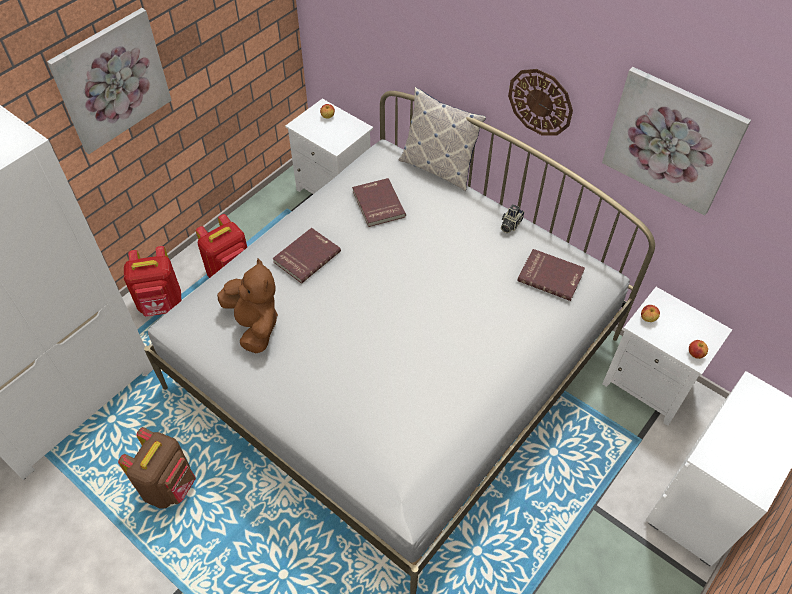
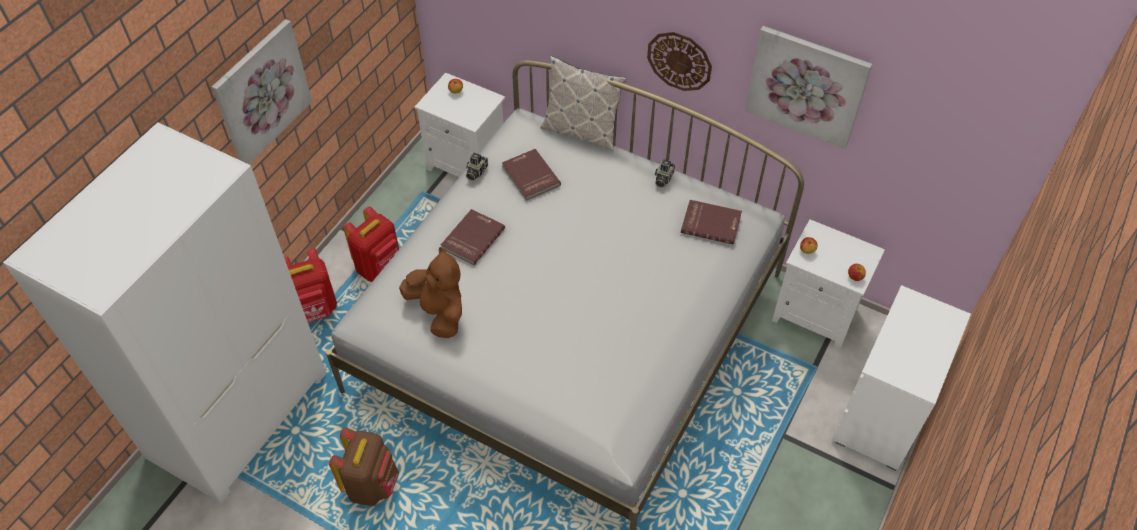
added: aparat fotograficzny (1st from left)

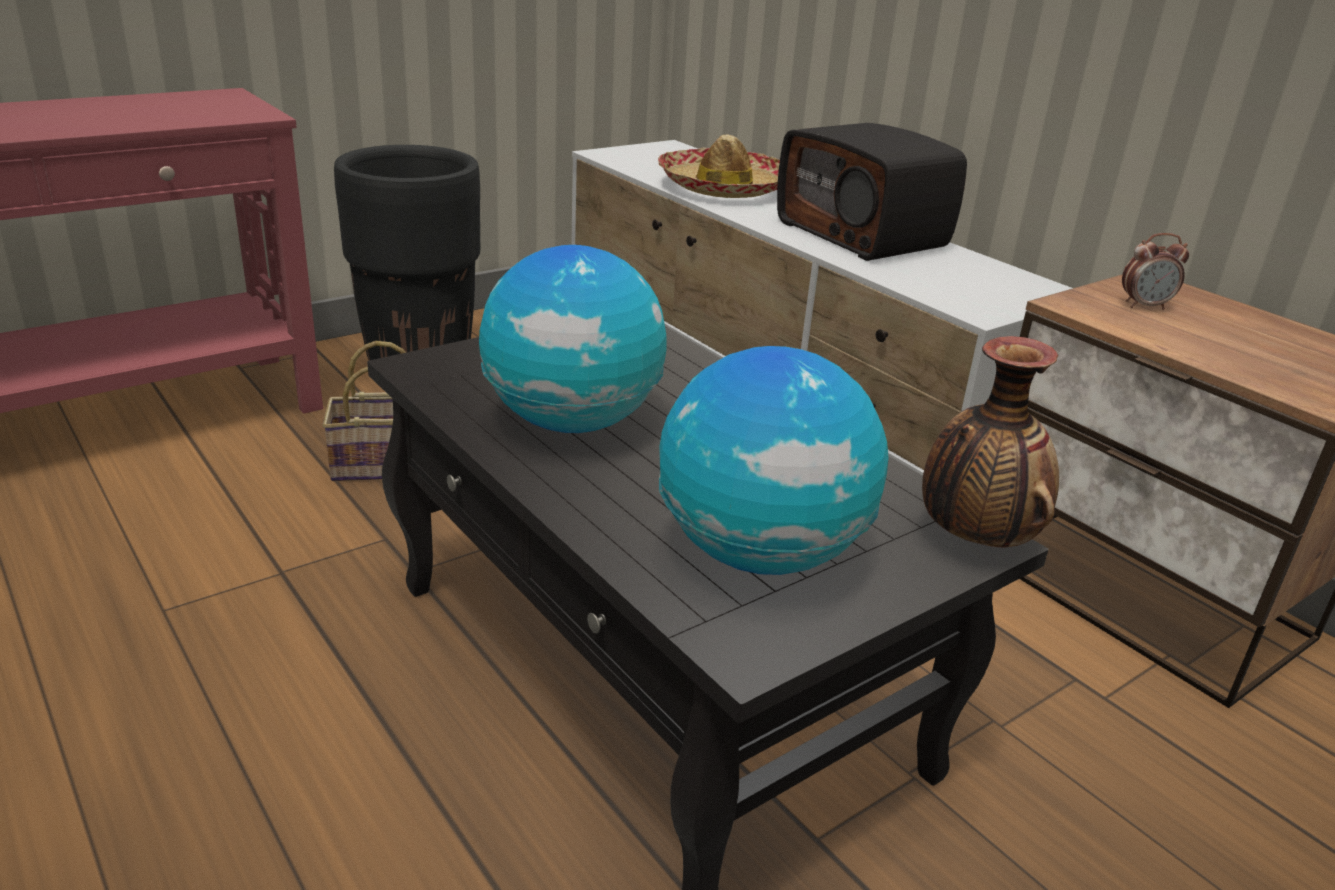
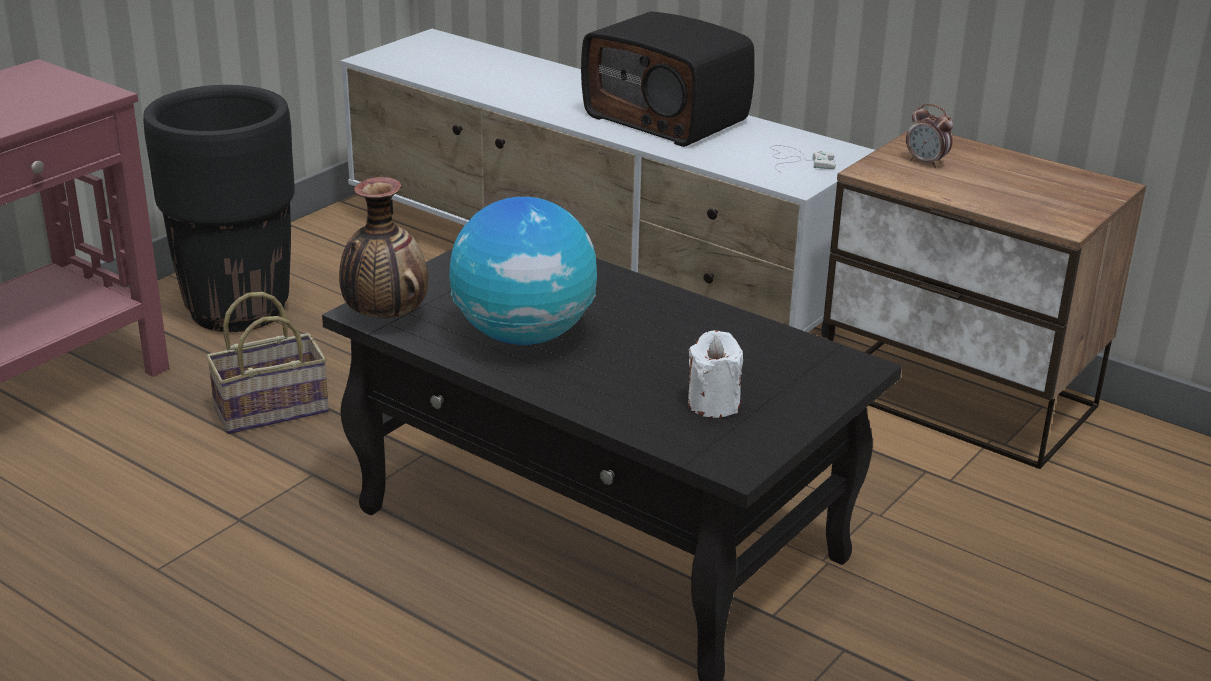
removed: kapelusz
added: pad do gier/biały
moved: wazon
replaced: globus (2nd from left) to świeca/biały
turned: budzik 60 degrees clockwise

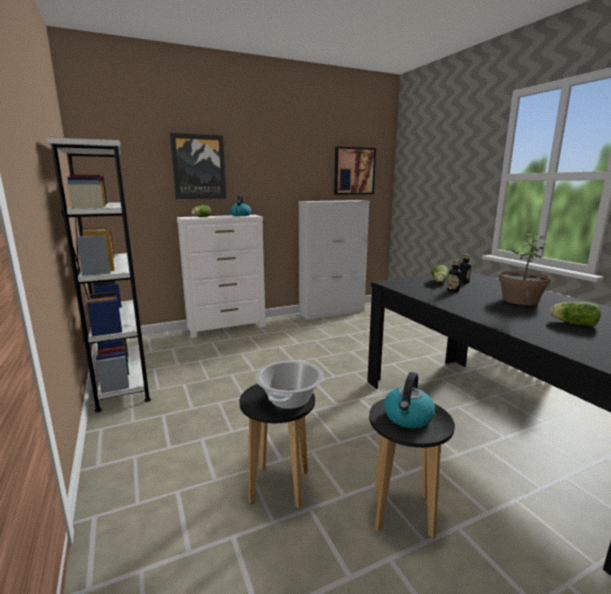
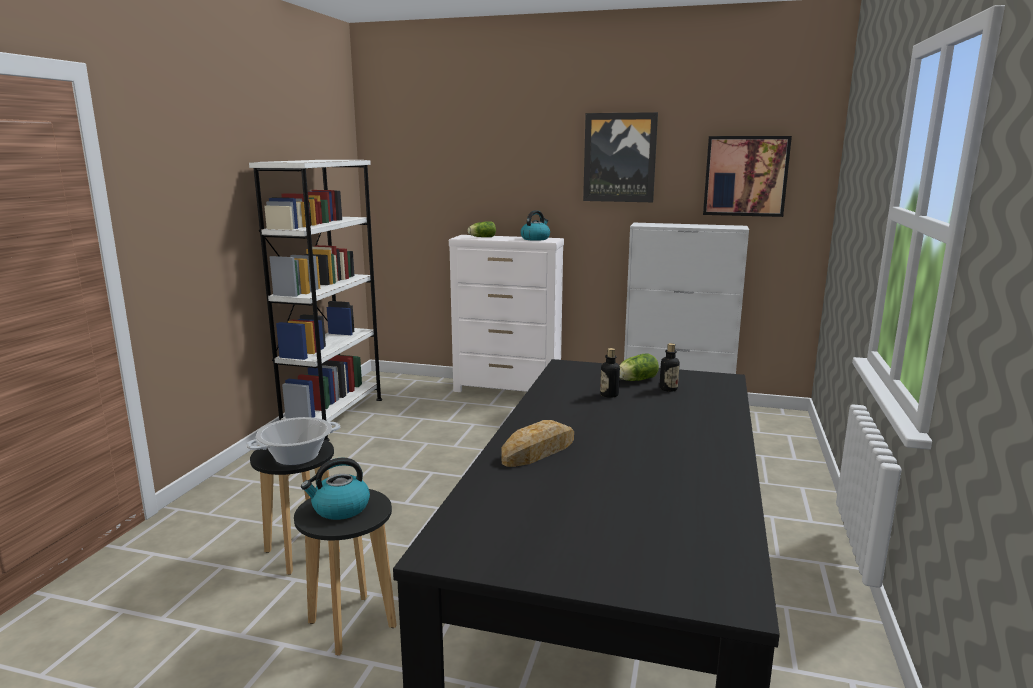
removed: roślina doniczkowa; sałata (3rd from left)
added: chleb
moved: obraz (1st from left)

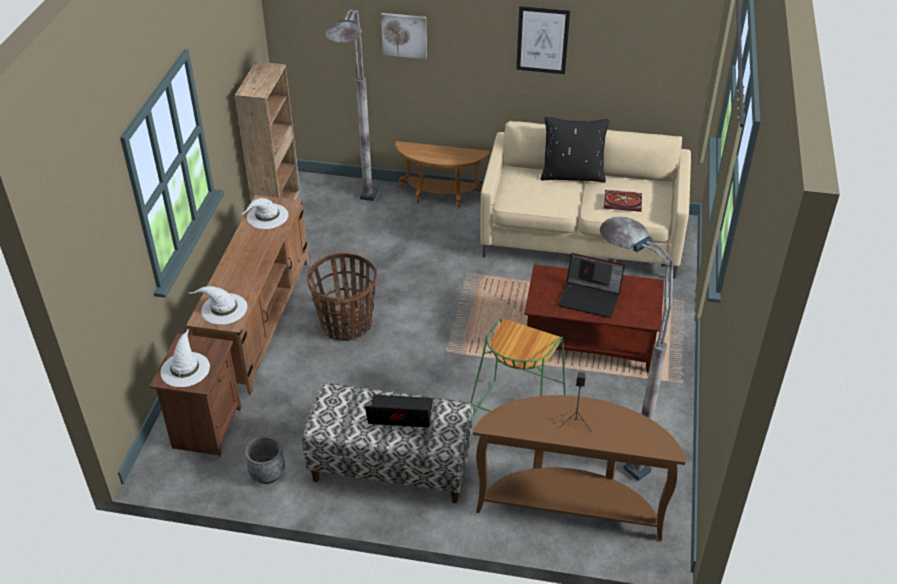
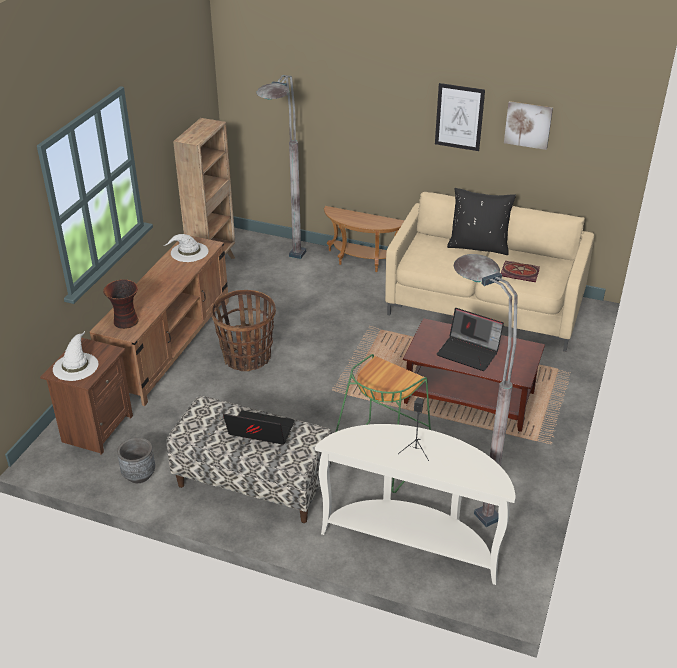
moved: obraz (1st from left in the first image) to obraz (2nd from left)
replaced: kapelusz/biały (2nd from left) to wazon
recoloured: stolik konsolowy/brązowy to stolik konsolowy/biały

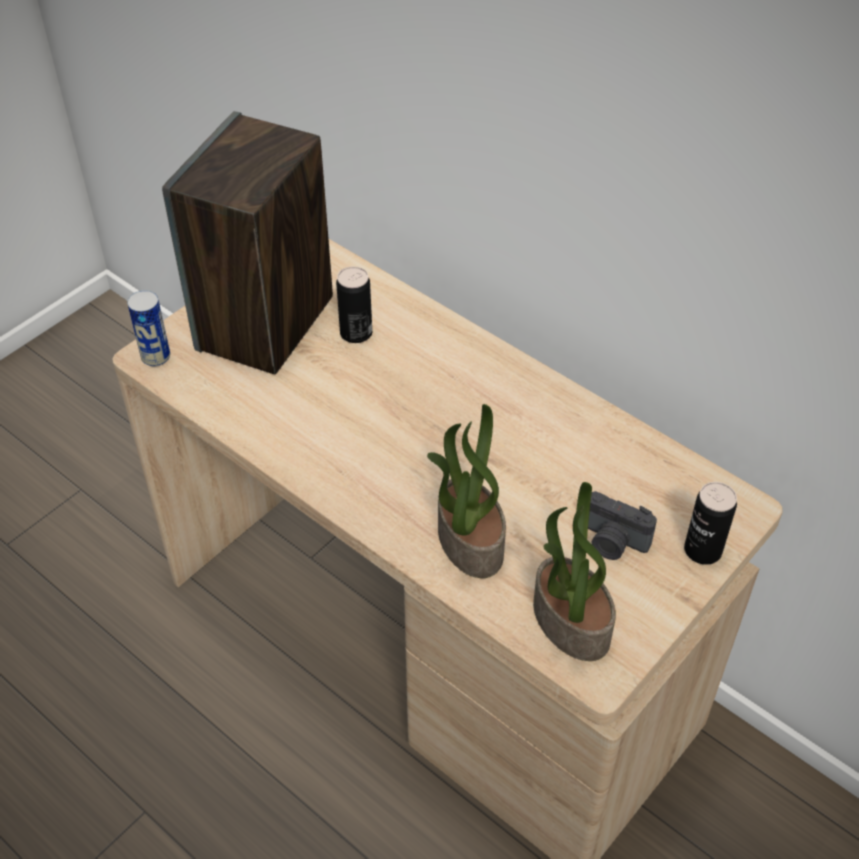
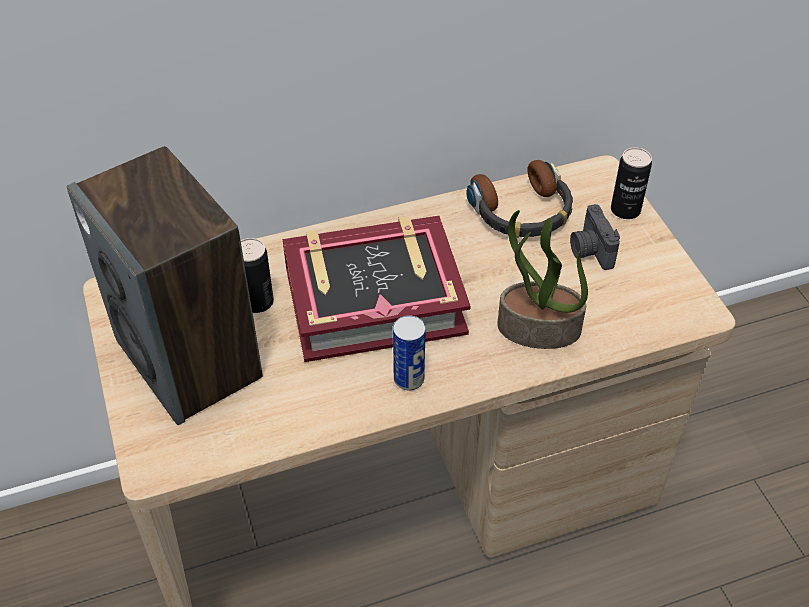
removed: roślina doniczkowa (2nd from left)
added: książka; słuchawki
moved: puszka (1st from left in the first image) to puszka (2nd from left)
turned: aparat fotograficzny 105 degrees clockwise

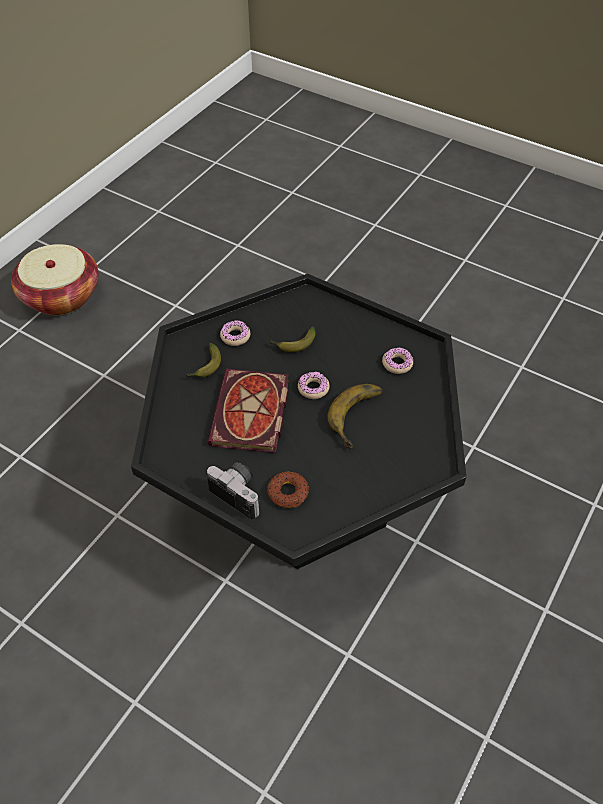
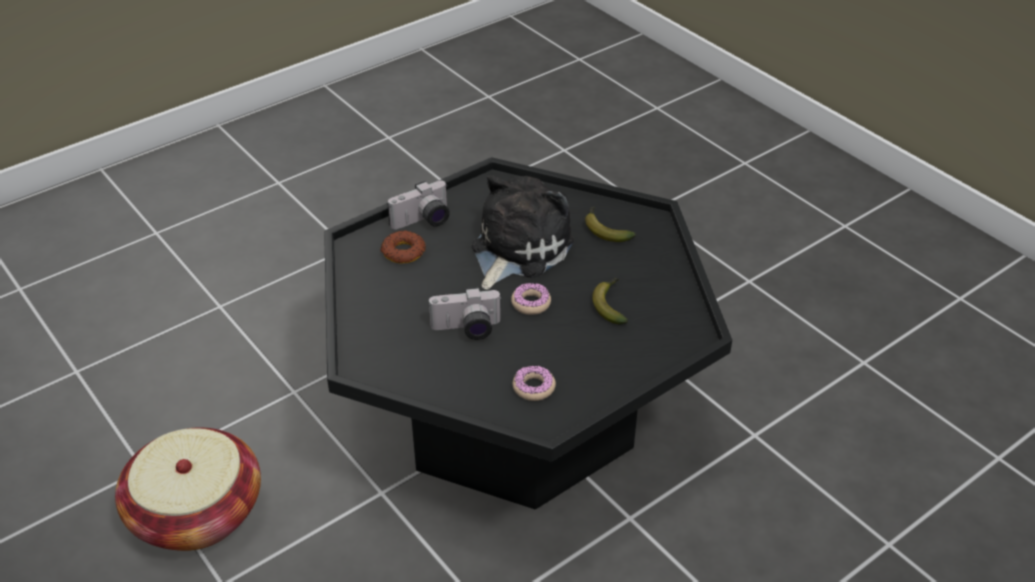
removed: donut (1st from left)
moved: koszyk
replaced: banan (3rd from left) to aparat fotograficzny (2nd from left); książka to pluszak

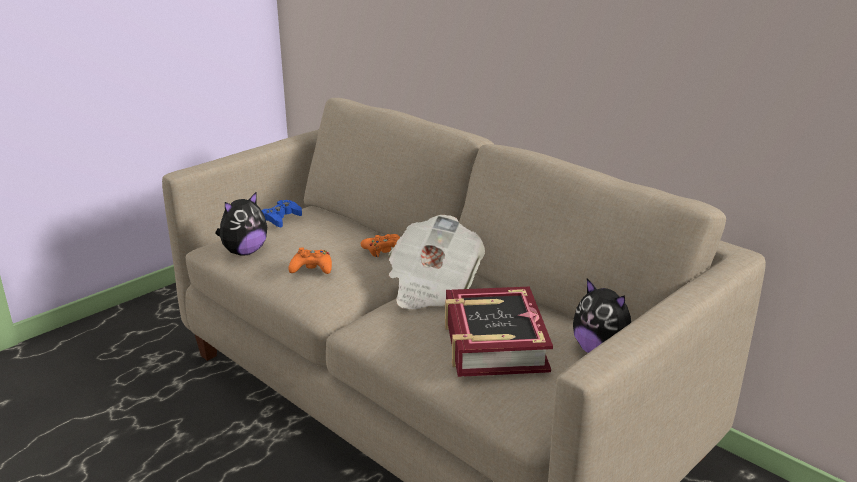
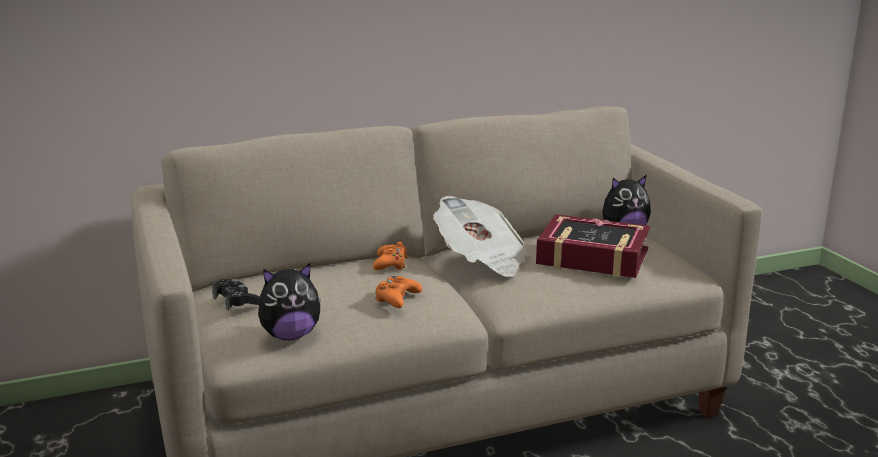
recoloured: pad do gier/niebieski to pad do gier/czarny
turned: pluszak (1st from left) 90 degrees clockwise

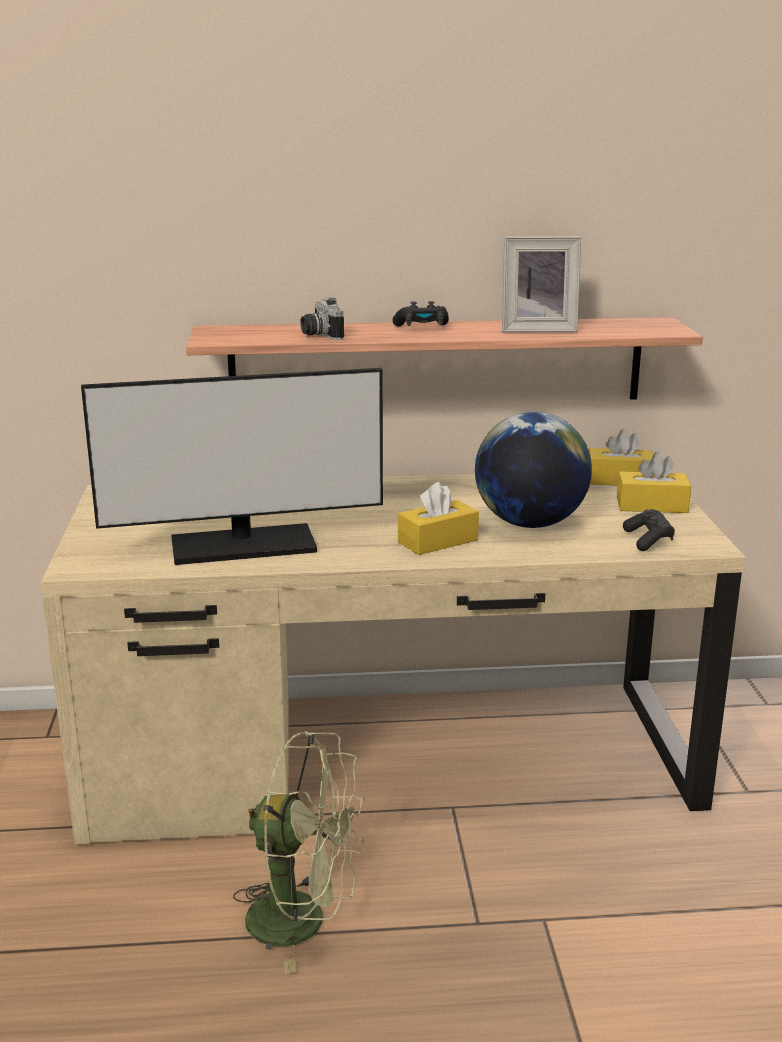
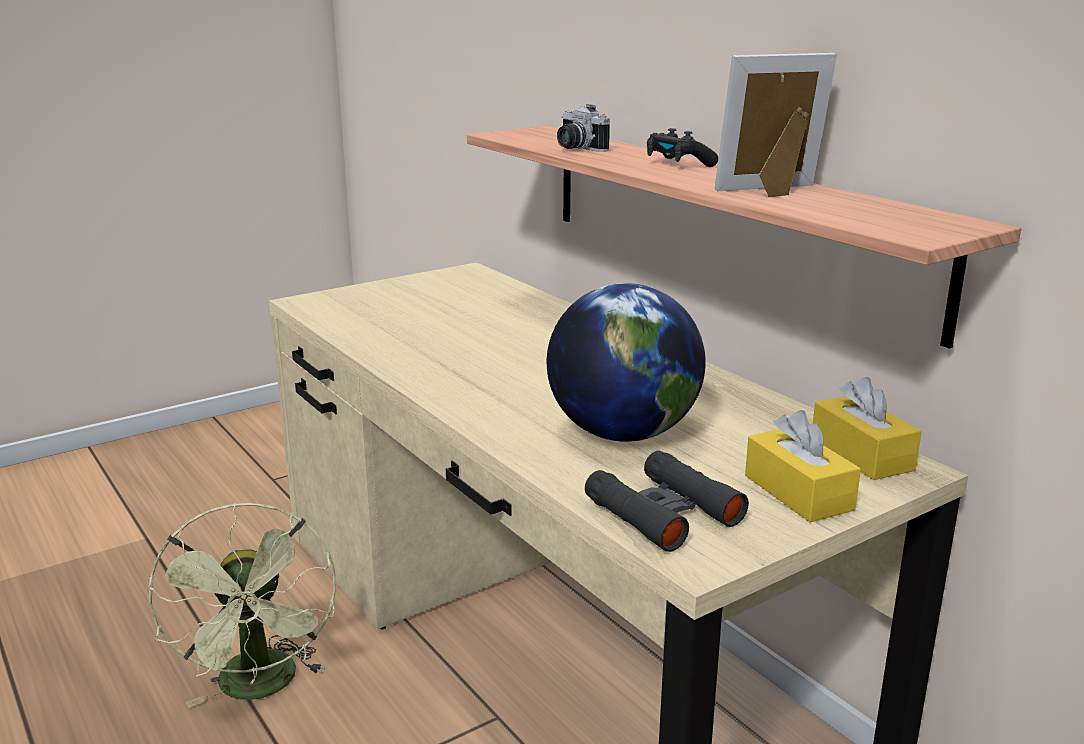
removed: monitor; pudełko chusteczek/żółty (1st from left)
replaced: pad do gier/czarny (2nd from left) to lornetka/czarny
turned: aparat fotograficzny 75 degrees counterclockwise; ramka na zdjęcie 105 degrees clockwise

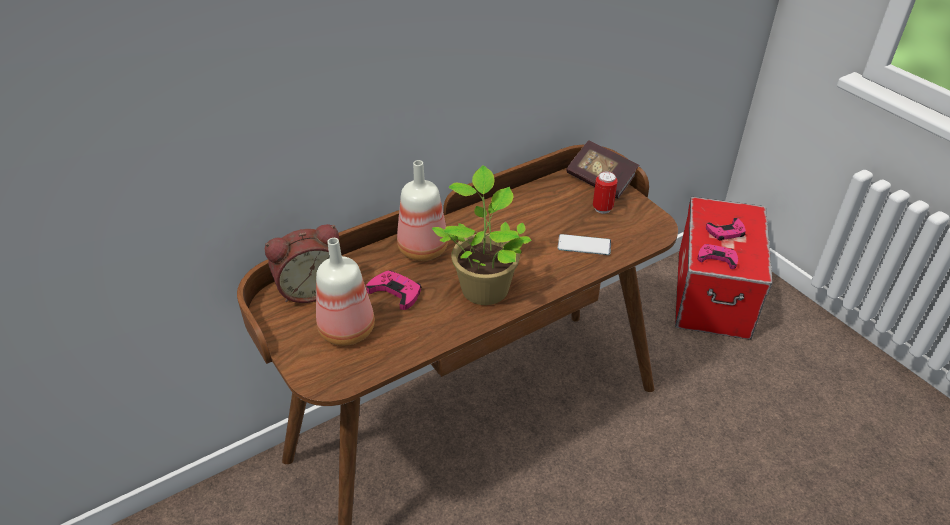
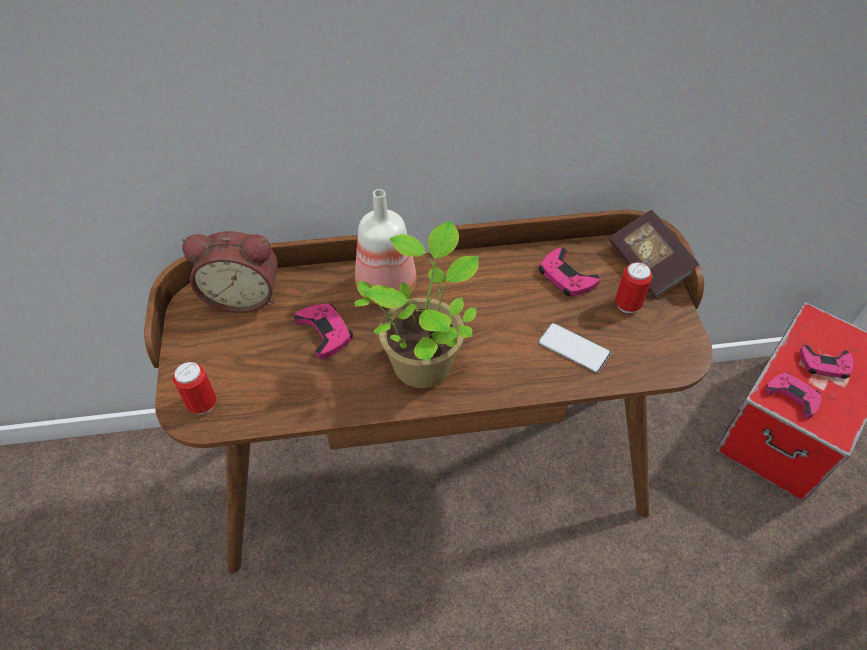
removed: butelka (1st from left)
added: puszka (1st from left); pad do gier/różowy (2nd from left)

